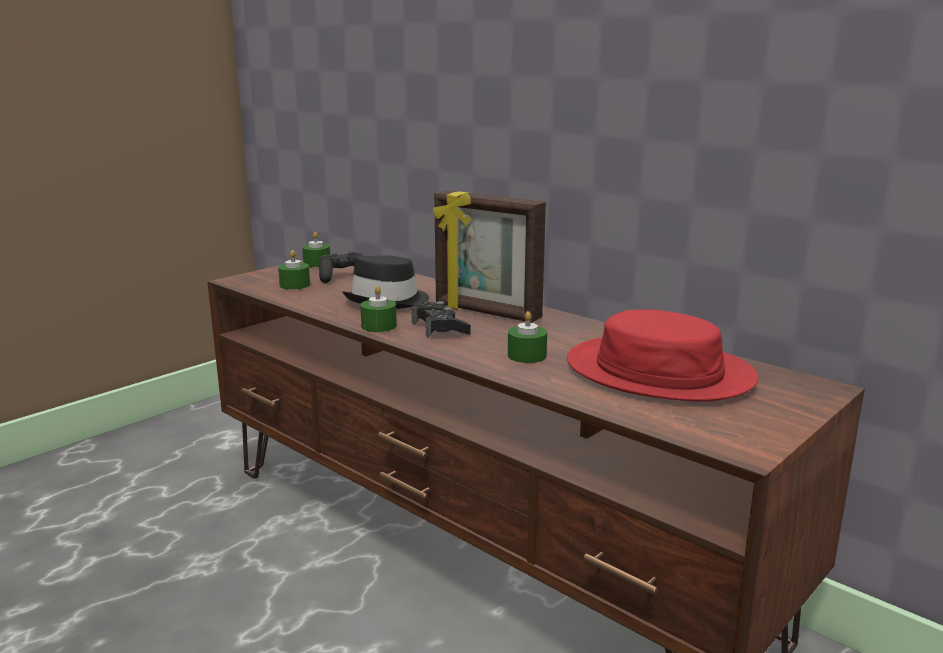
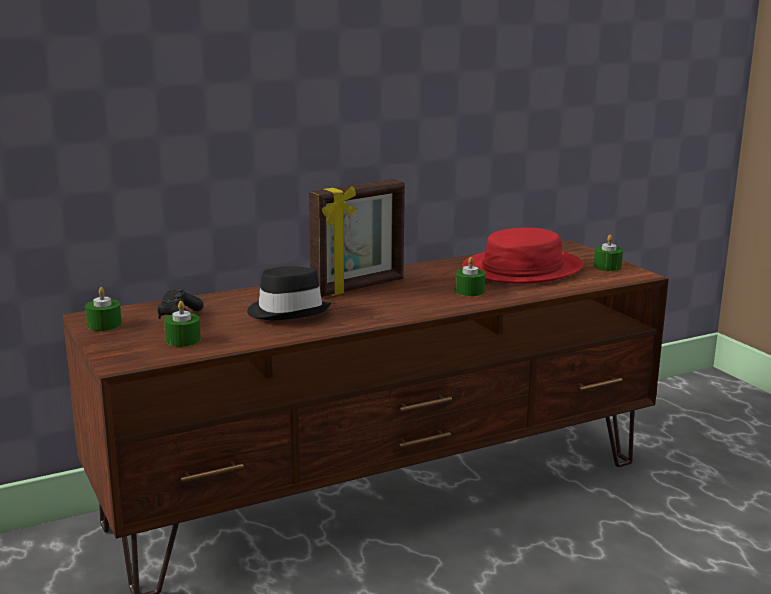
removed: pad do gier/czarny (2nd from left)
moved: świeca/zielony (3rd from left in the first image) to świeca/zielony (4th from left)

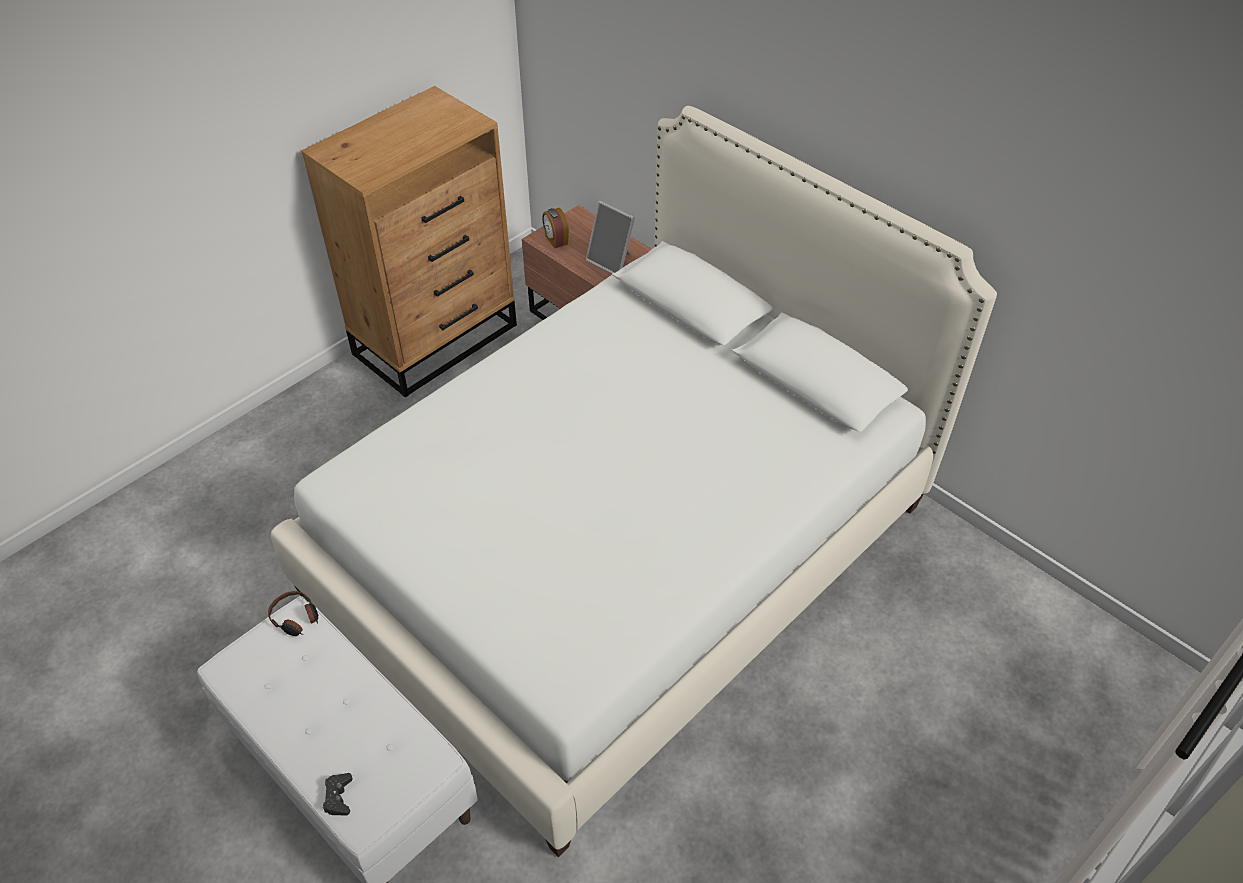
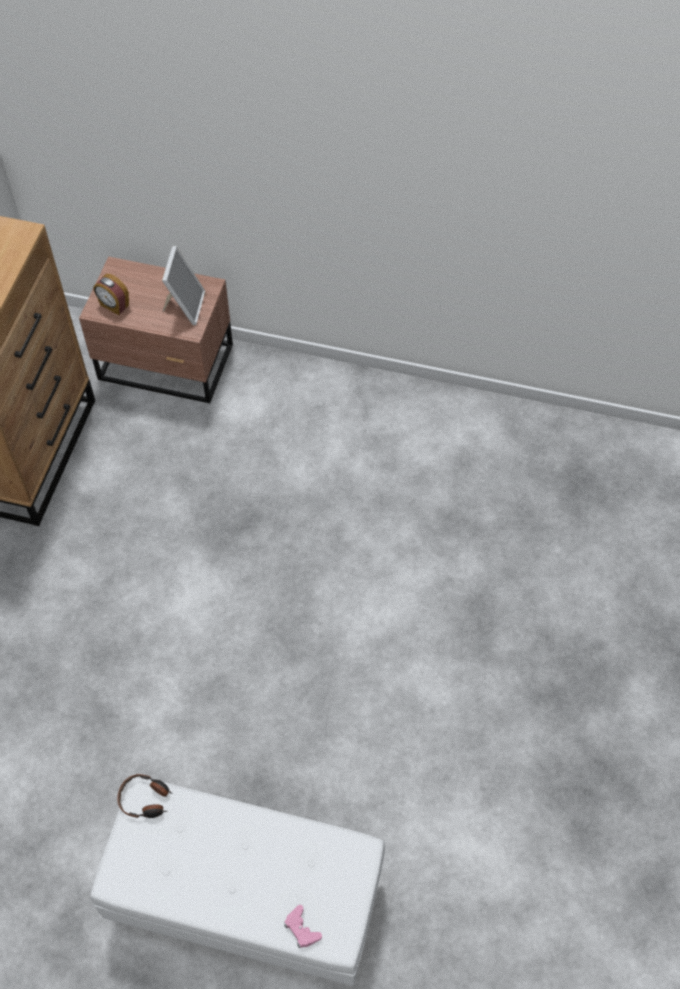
removed: łóżko/biały
recoloured: pad do gier/czarny to pad do gier/różowy
turned: ramka na zdjęcie 90 degrees counterclockwise

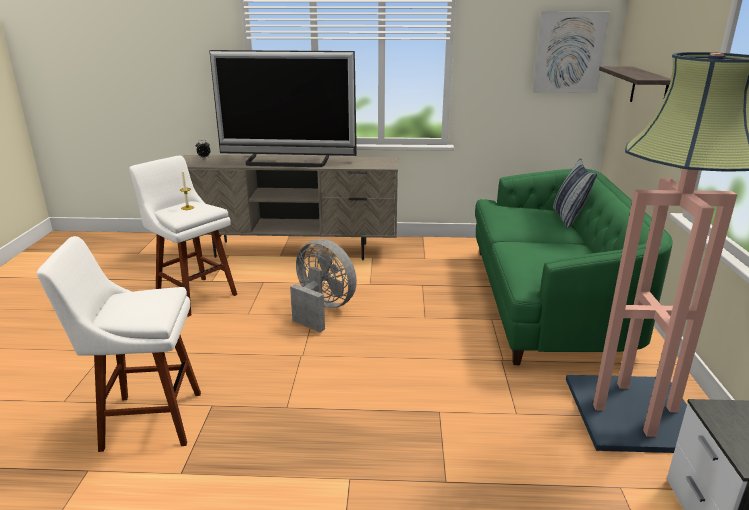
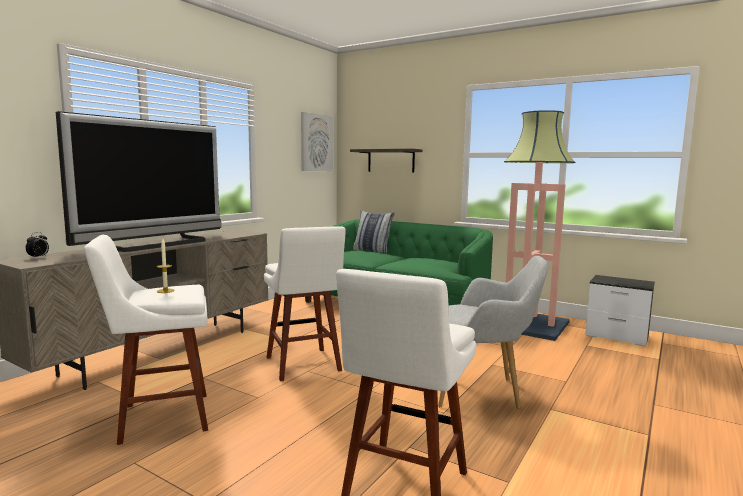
added: fotel/szary
replaced: wentylator/szary to stołek/biały (2nd from left)

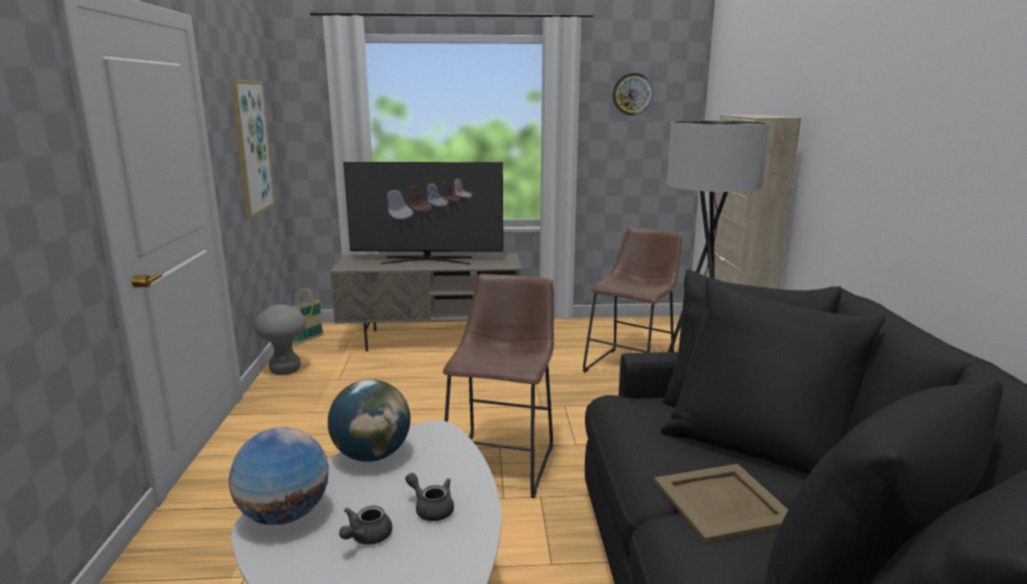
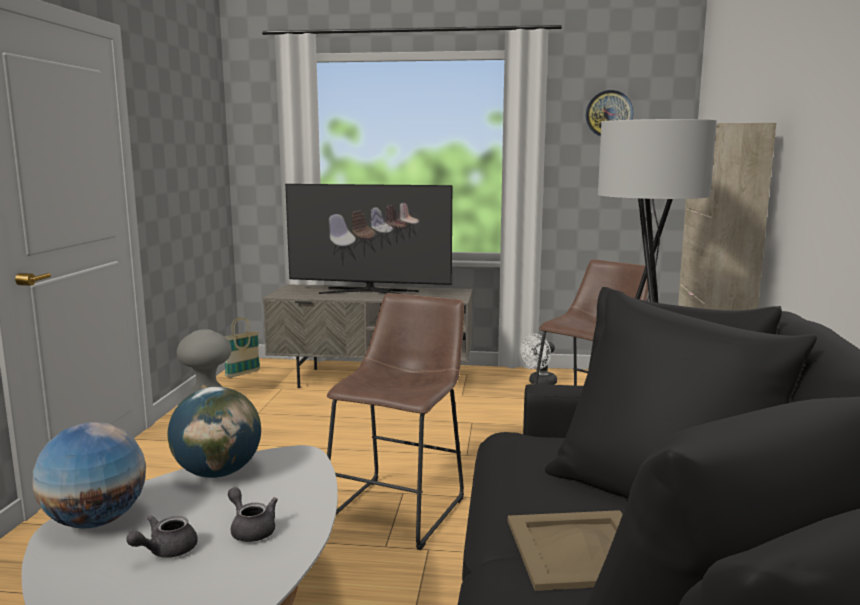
removed: obraz
added: wentylator/biały

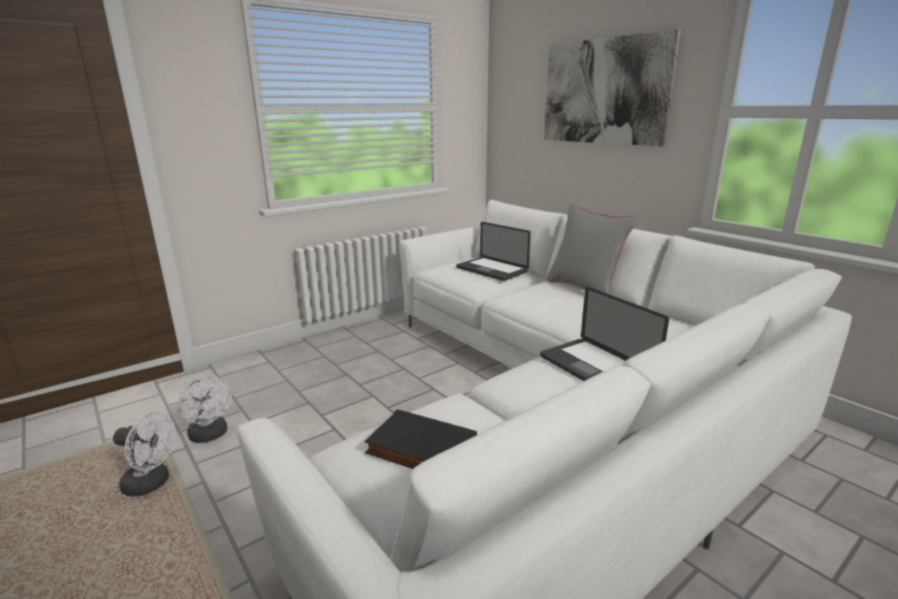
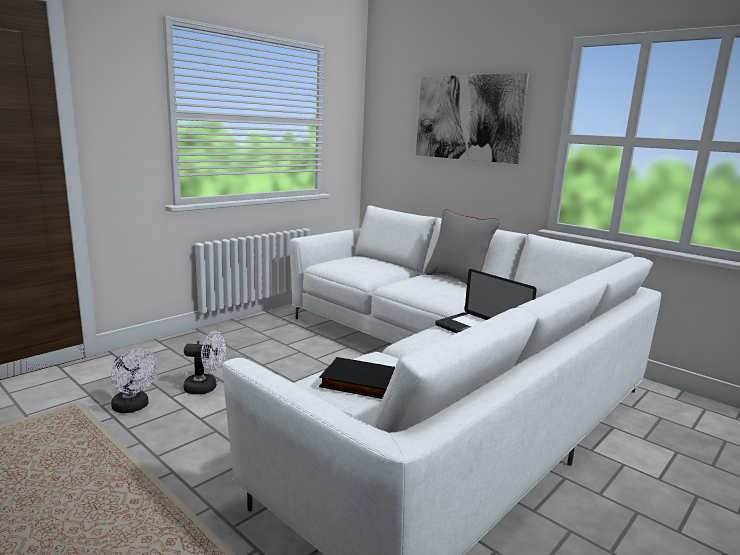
removed: laptop (1st from left)
moved: wentylator/biały (1st from left in the first image) to wentylator/biały (2nd from left)

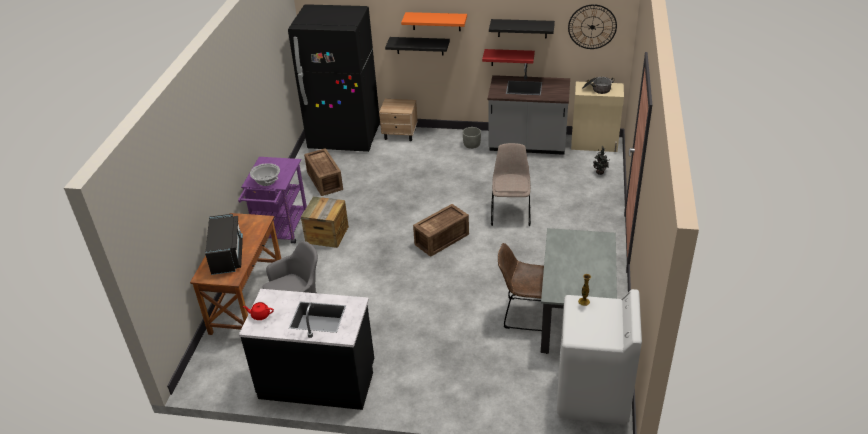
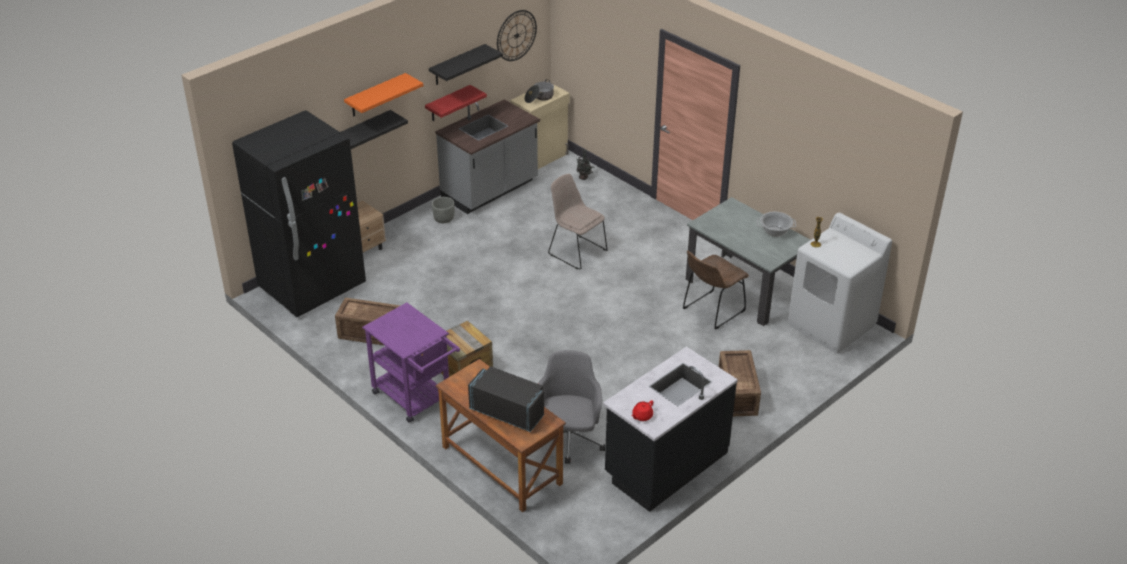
moved: skrzynka (3rd from left); garnek (1st from left in the first image) to garnek (2nd from left)

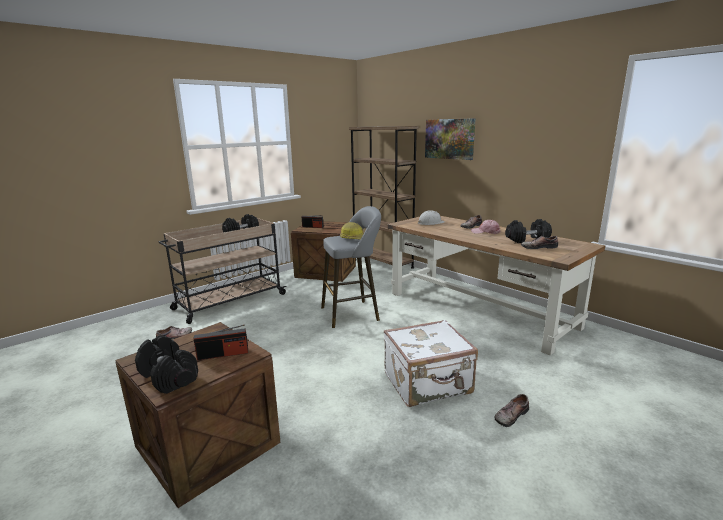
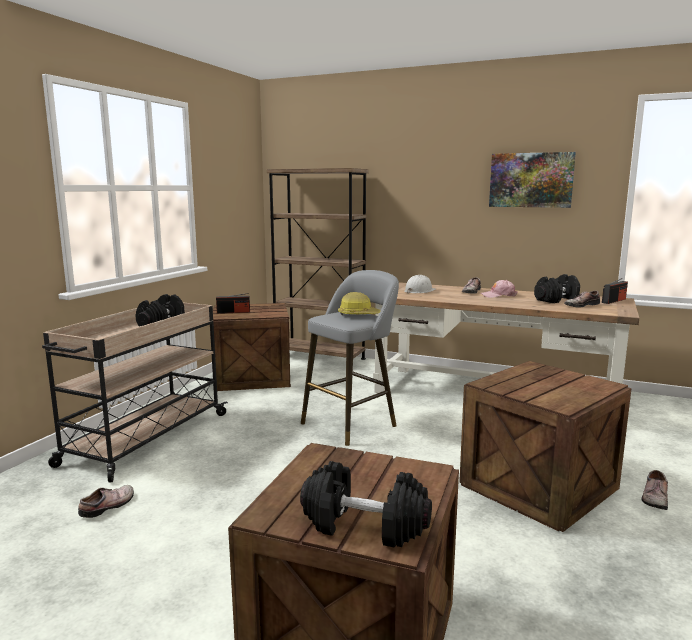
moved: obraz; radio (1st from left in the first image) to radio (2nd from left)
replaced: walizka/biały to skrzynka (3rd from left)

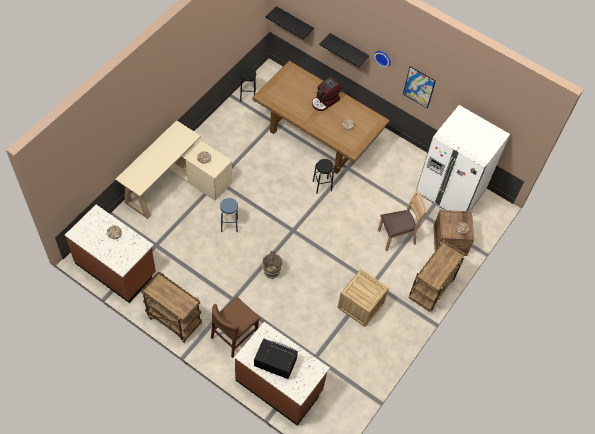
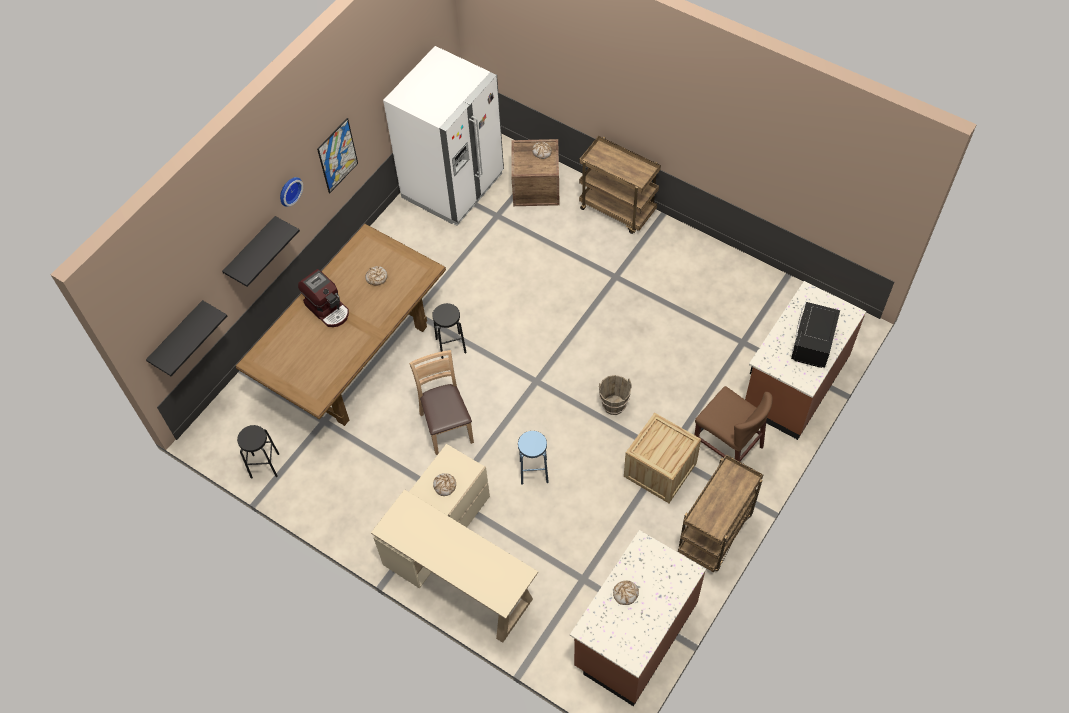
moved: krzesło/brązowy (2nd from left in the first image) to krzesło/brązowy (1st from left); skrzynka (1st from left in the first image) to skrzynka (2nd from left)

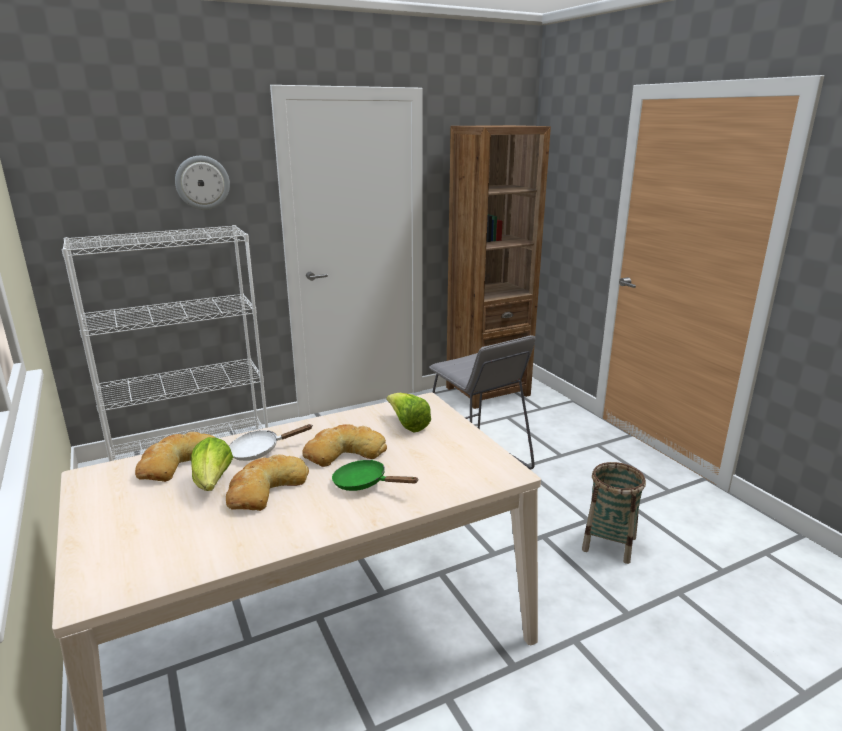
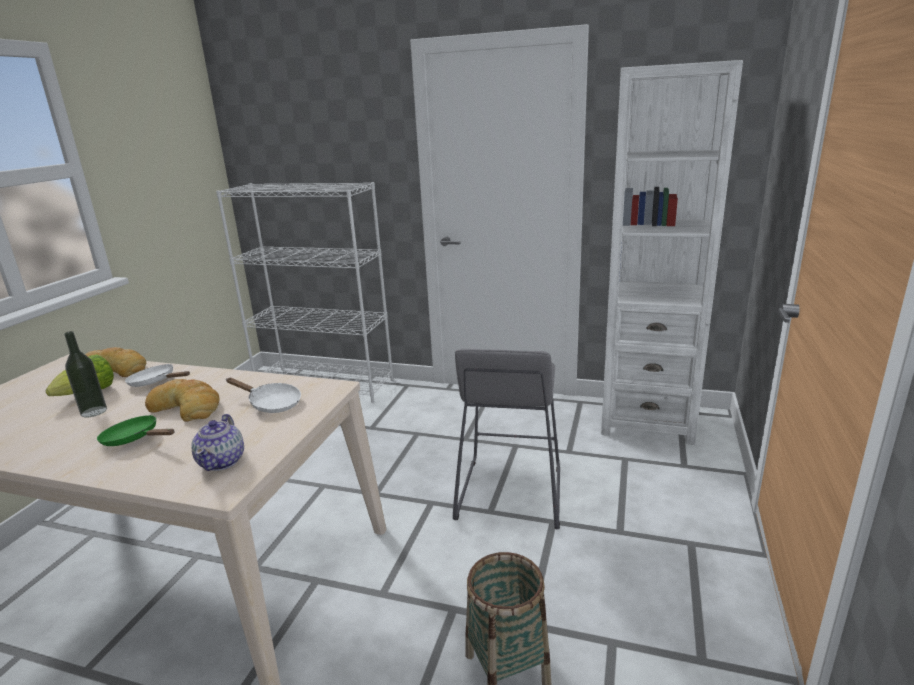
removed: zegar ścienny
added: imbryk
replaced: chleb (2nd from left) to butelka; sałata (2nd from left) to patelnia/biały (2nd from left)
recoloured: regał/brązowy to regał/biały (2nd from left)
turned: patelnia/zielony 45 degrees counterclockwise

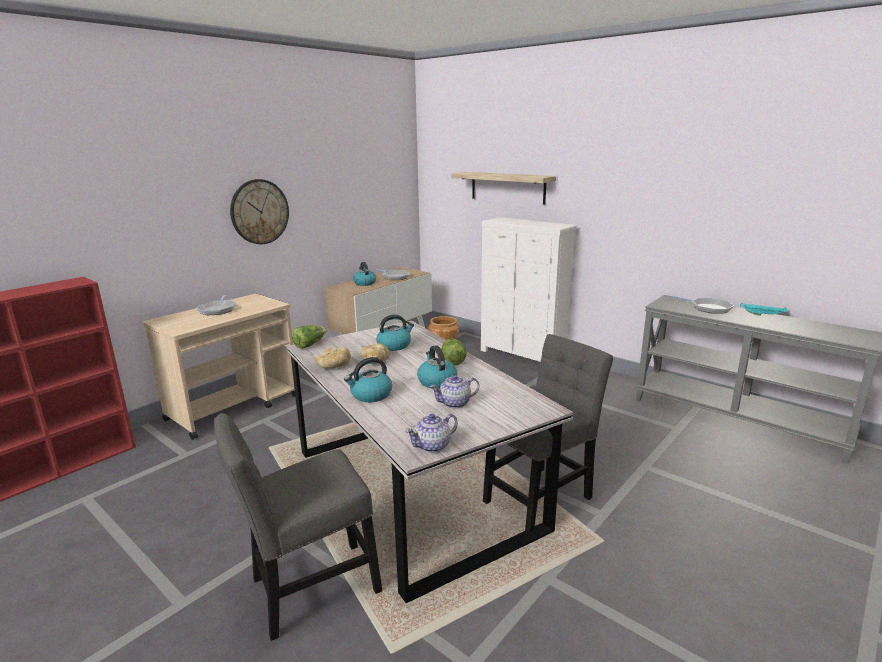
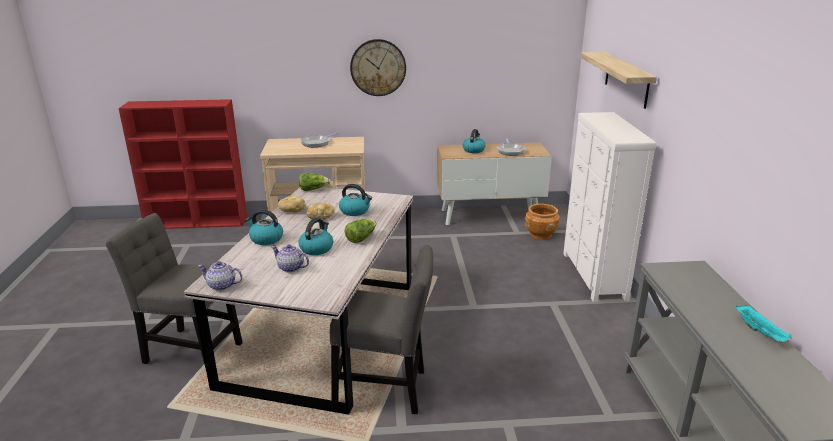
removed: patelnia (3rd from left)

